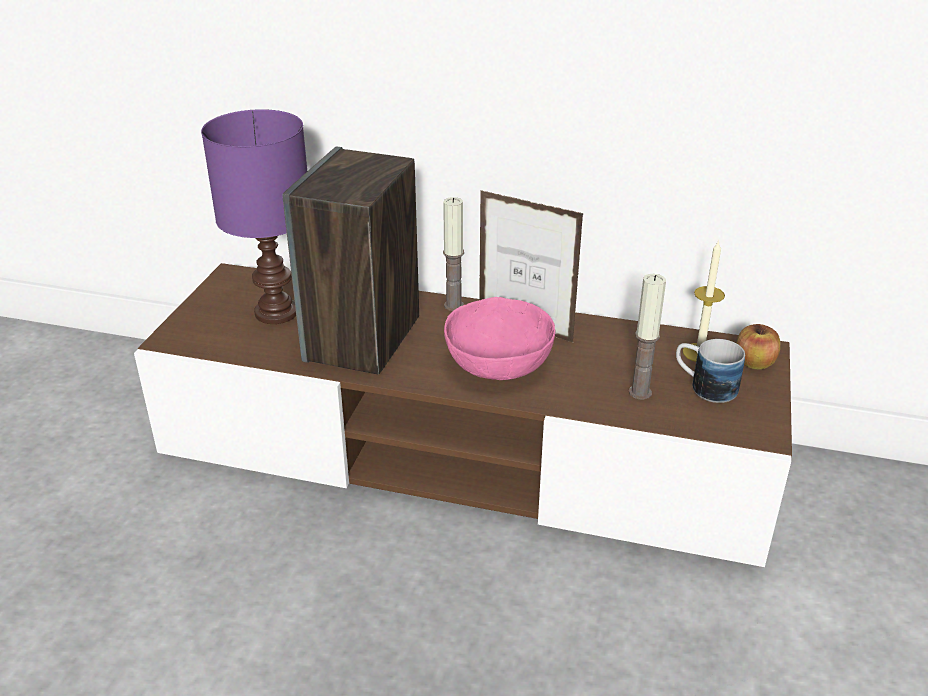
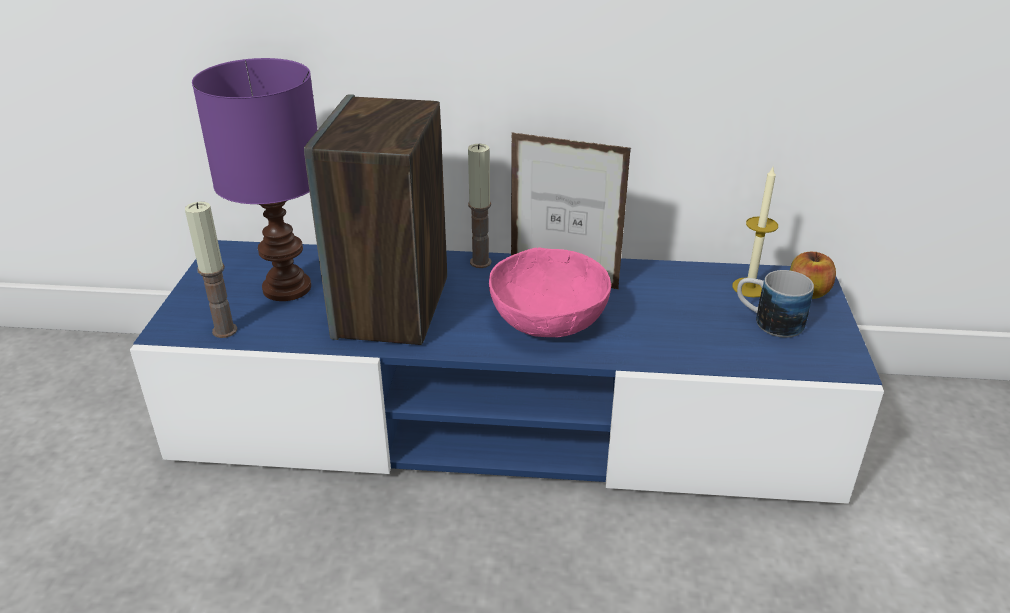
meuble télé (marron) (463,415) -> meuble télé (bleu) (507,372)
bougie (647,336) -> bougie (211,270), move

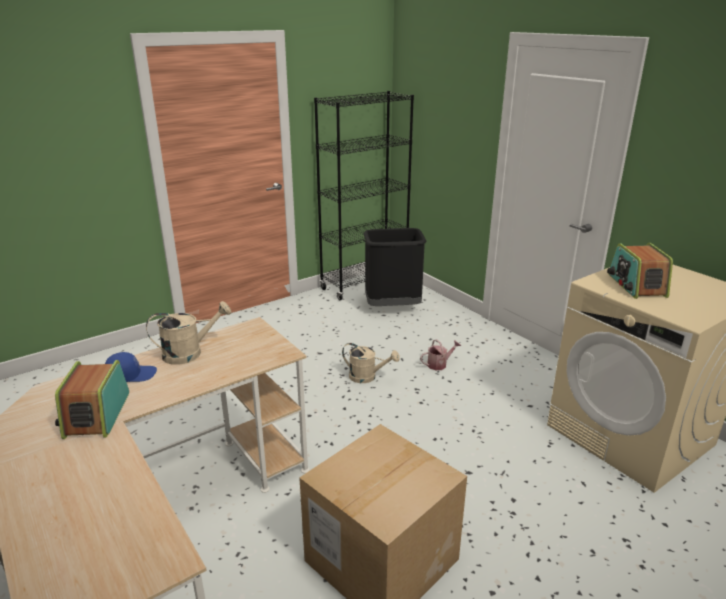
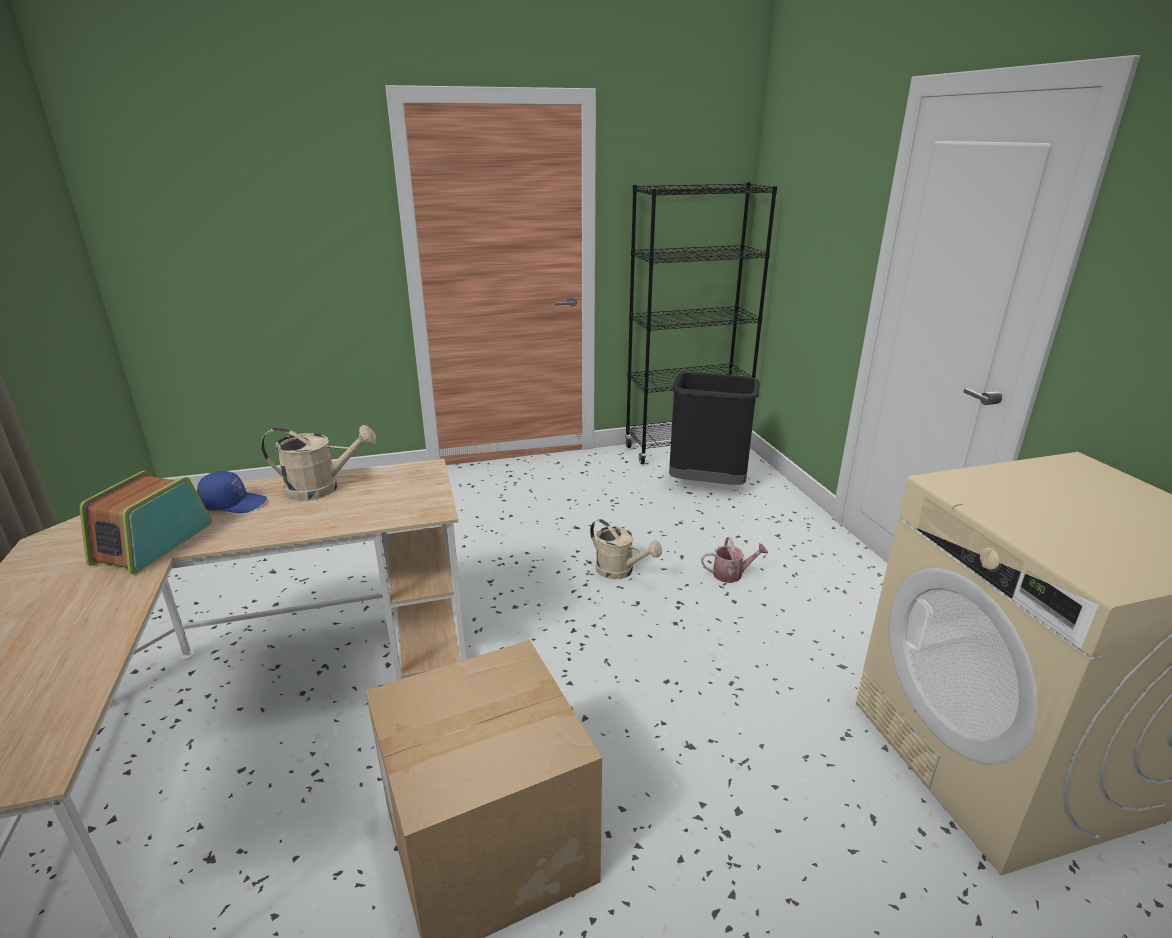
radio (640,271) -> none

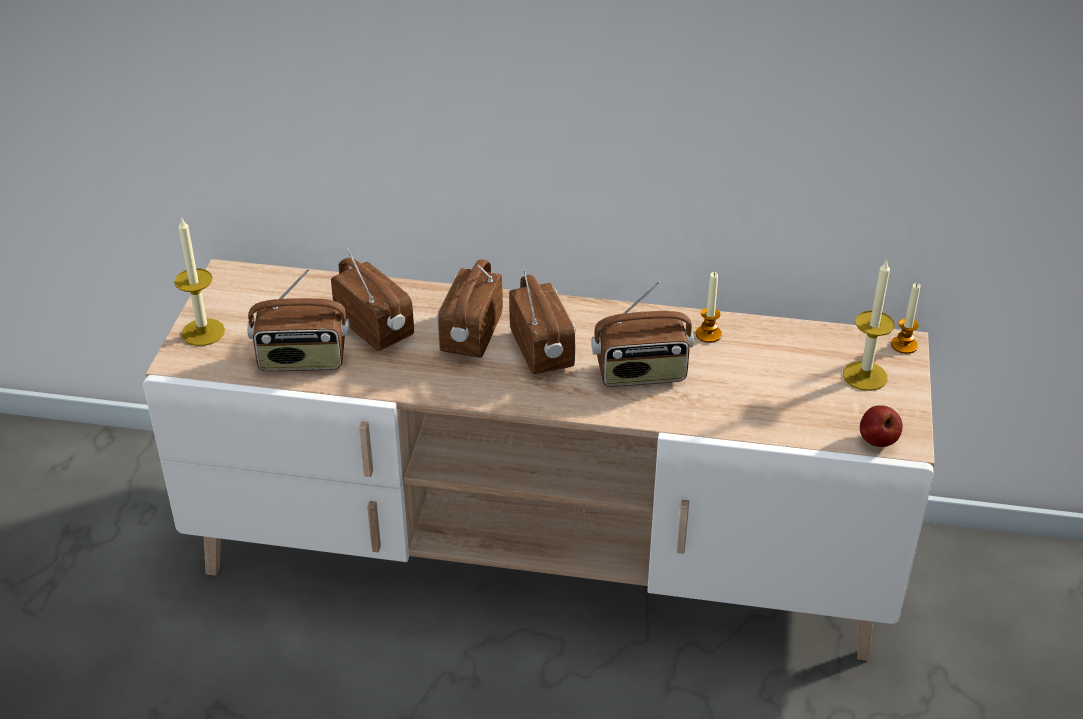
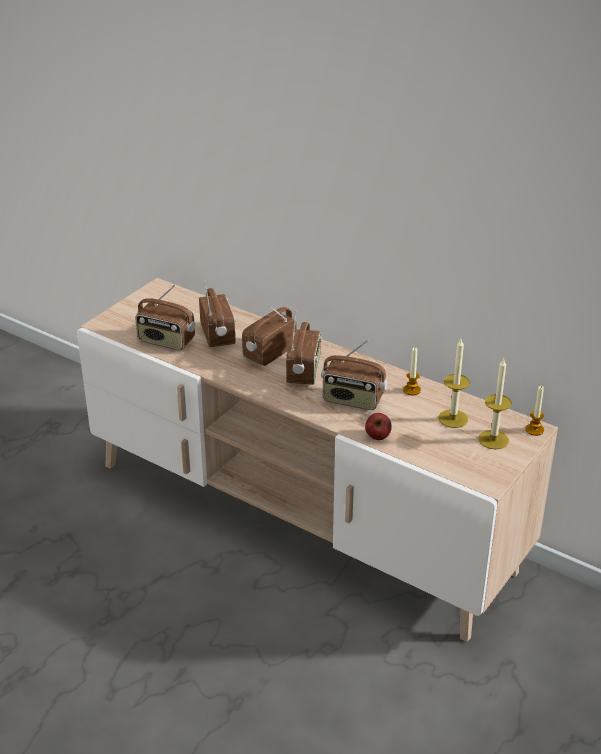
bougie (199,281) -> bougie (454,383), move
pomme (881,426) -> pomme (378,426), move

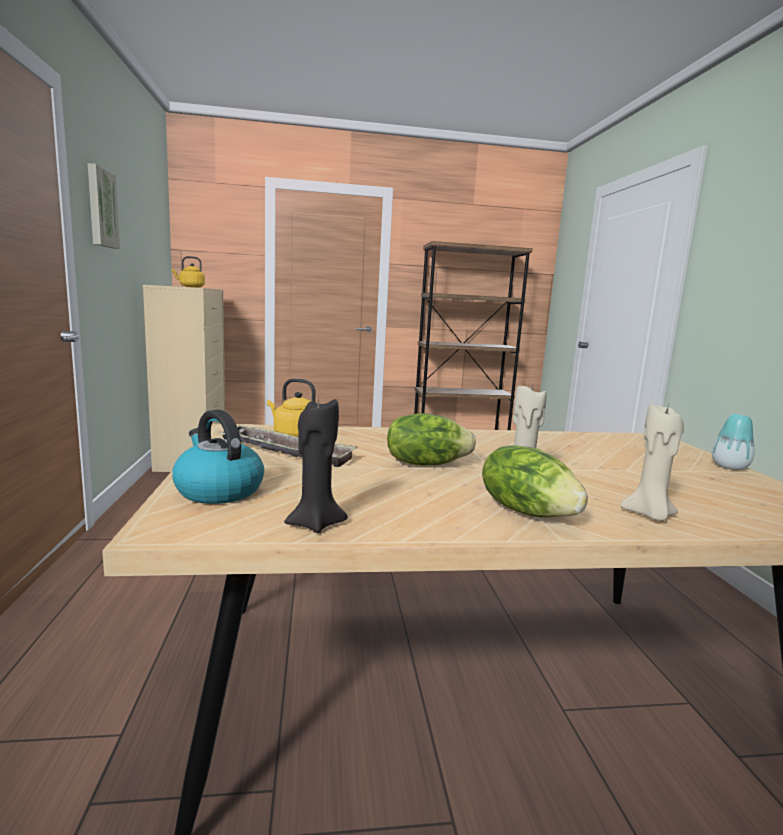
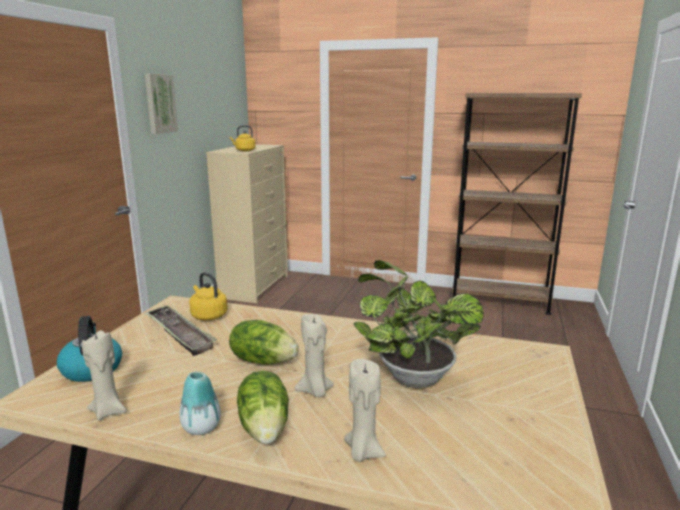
bougie (noir) (316,464) -> bougie (beige) (104,375)
vase (733,442) -> vase (200,403), move
none -> plante en pot (418,324)

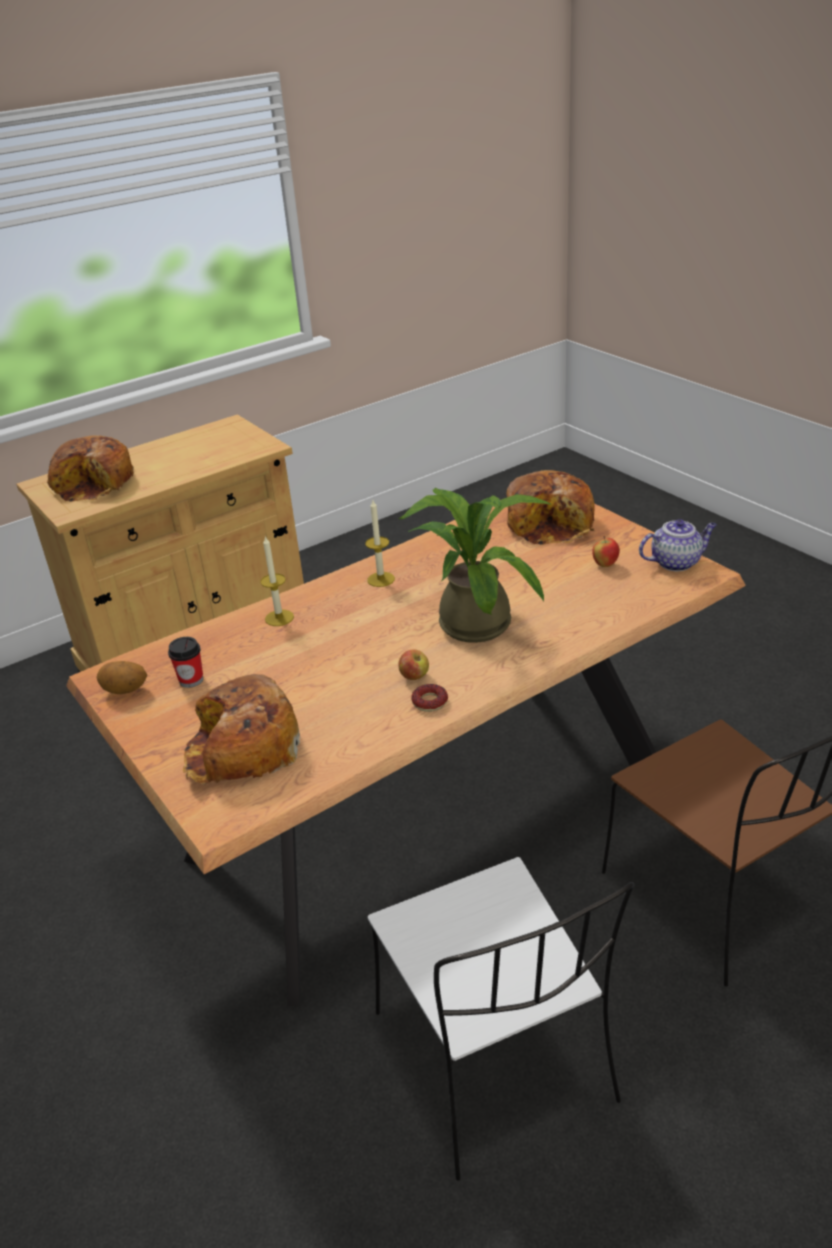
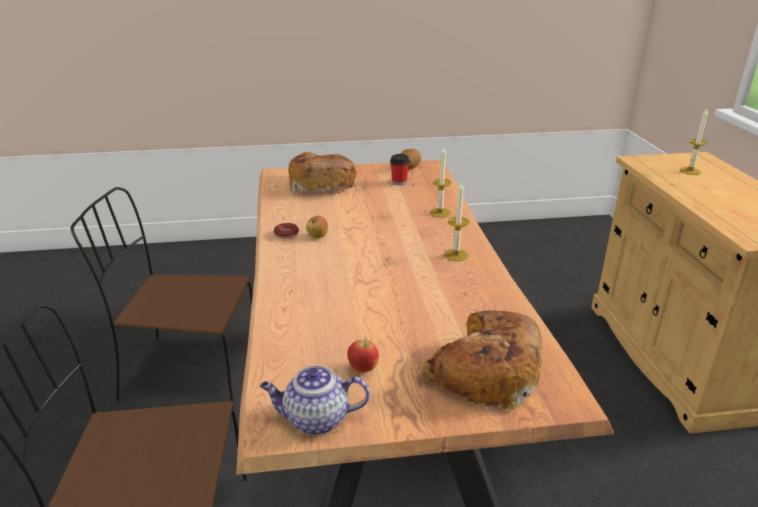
pain (90,468) -> bougie (694,142)
chaise (blanc) (501,1019) -> chaise (marron) (162,298)
plante en pot (475,565) -> none
théière (678,545) -> théière (315,400), 75 degrees clockwise

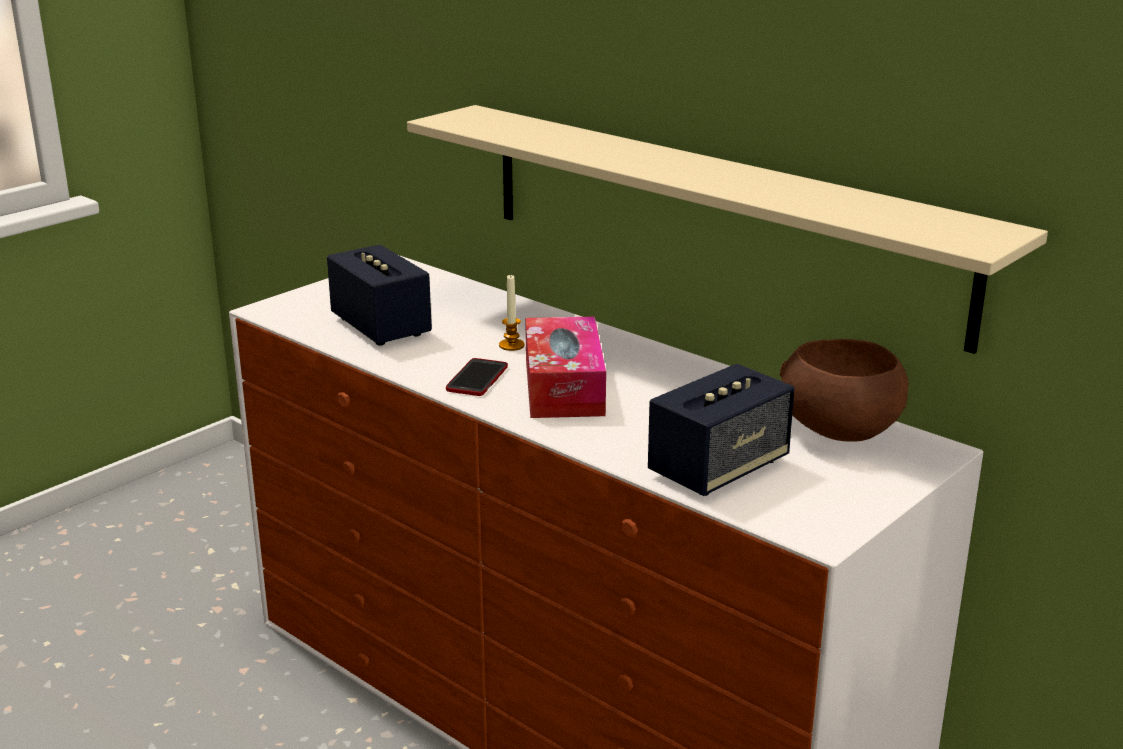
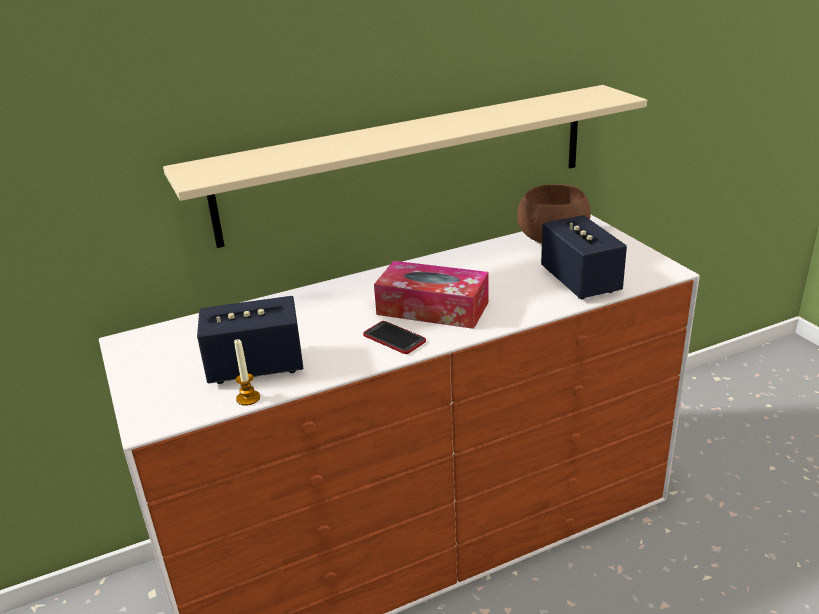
bougie (512,312) -> bougie (247,372), move

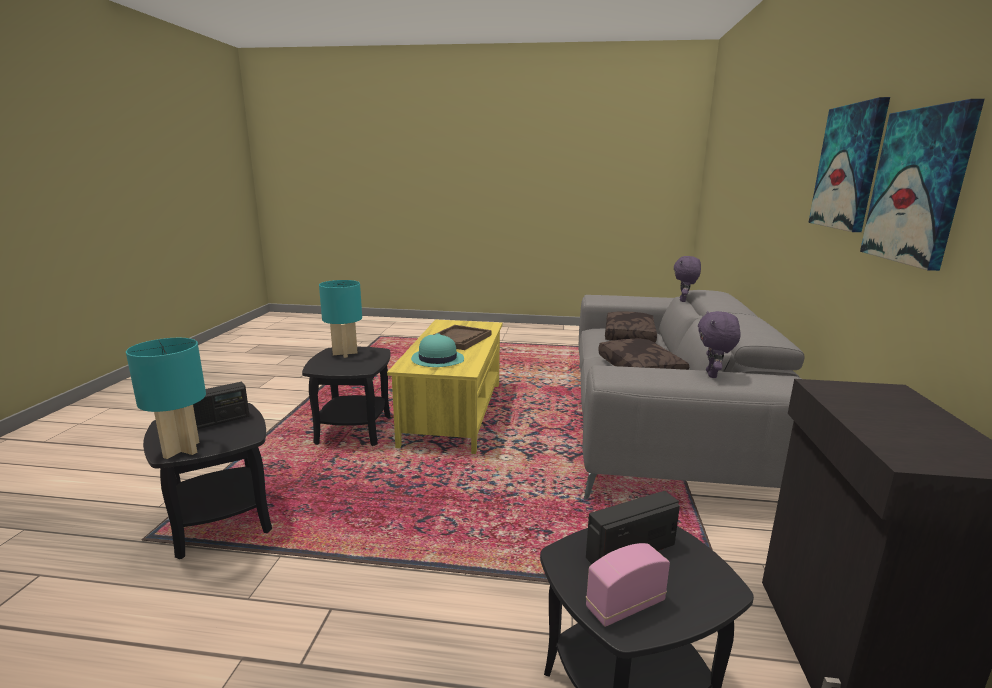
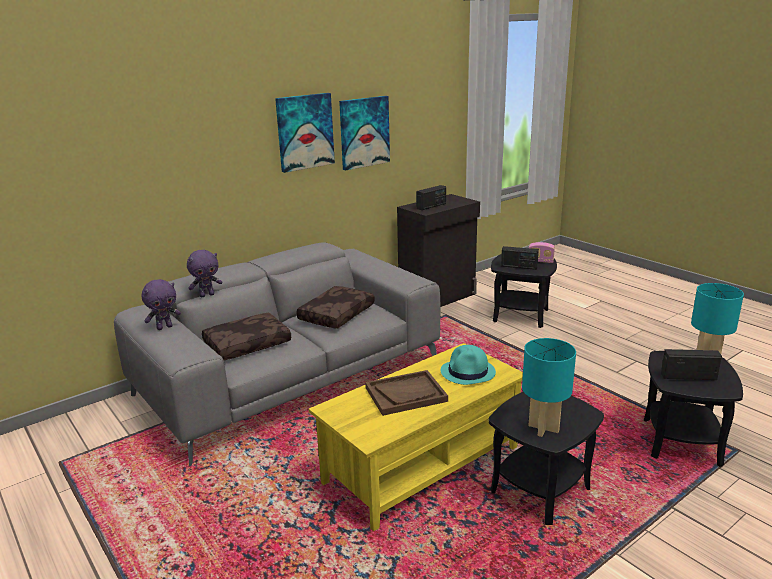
peluche (violet) (719,344) -> peluche (violet) (161,304), move
none -> radio (431,197)

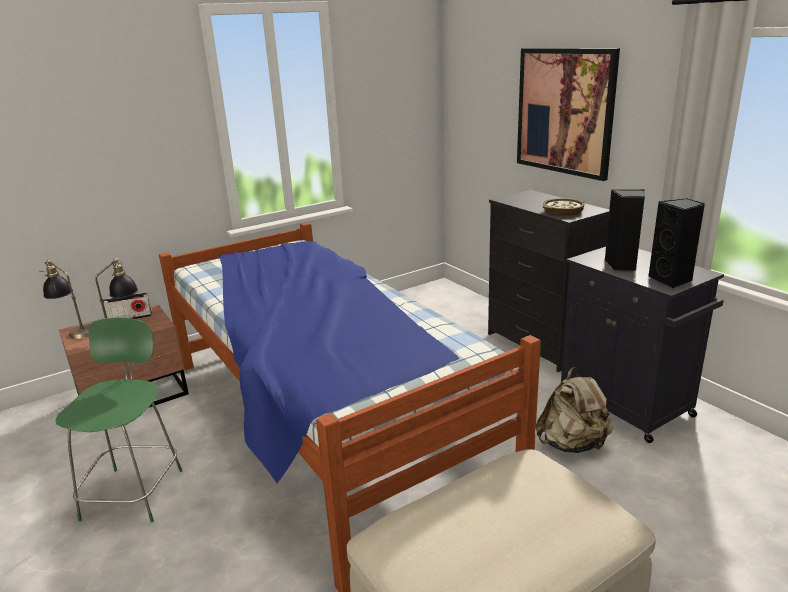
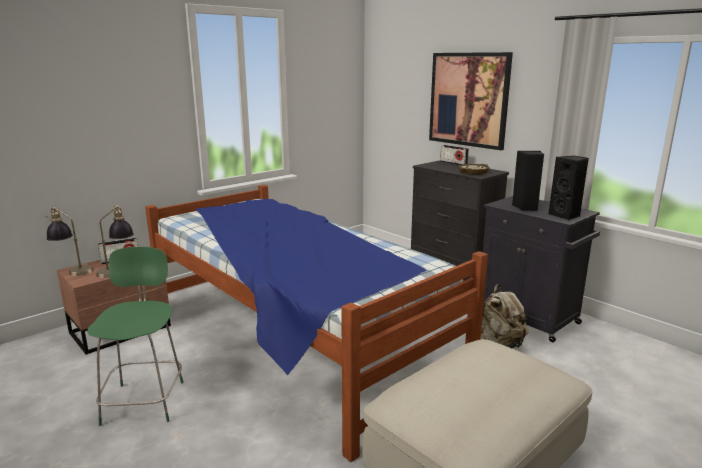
none -> radio (454,155)

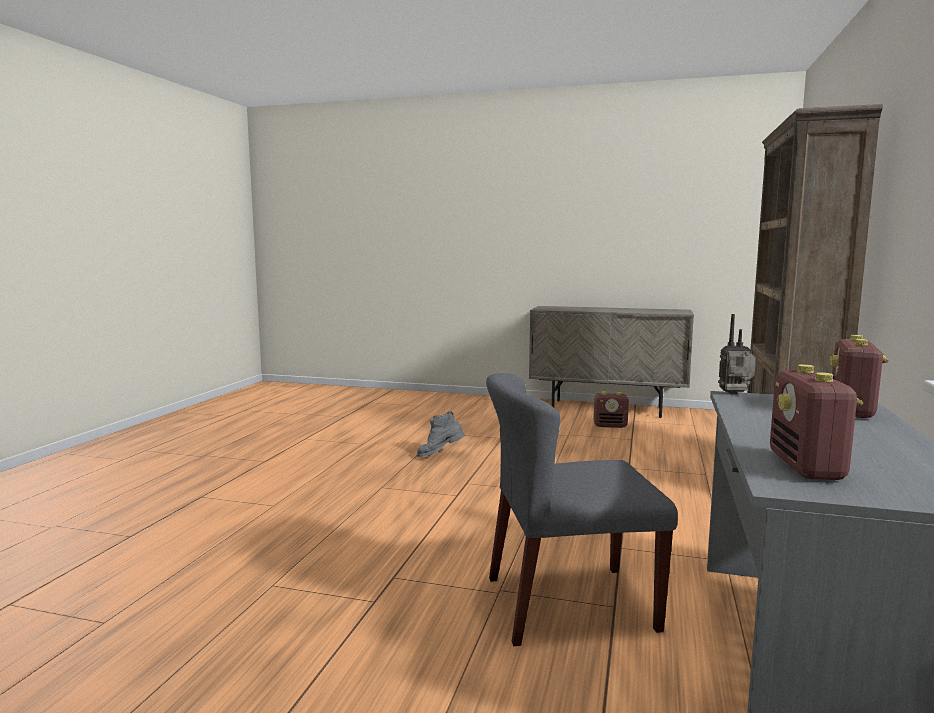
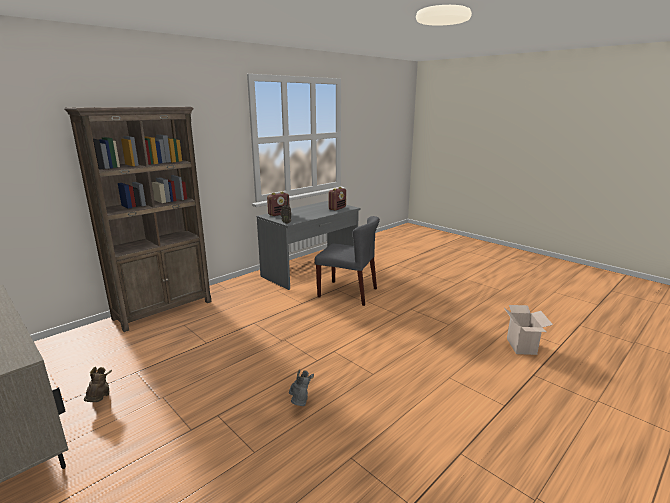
botte (gris) (440,434) -> botte (gris) (301,387), 105 degrees counterclockwise
radio (611,409) -> botte (marron) (98,384)
none -> carton (528,330)

